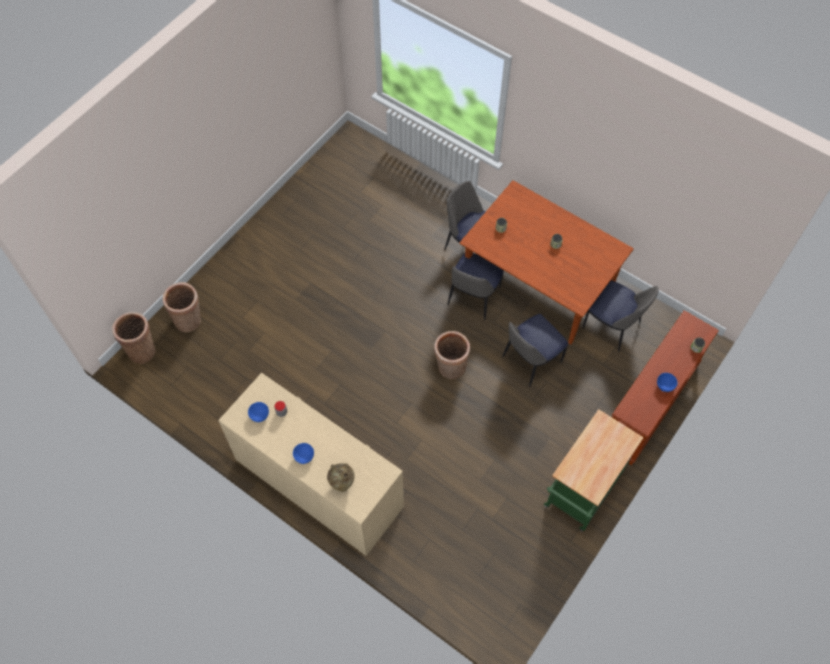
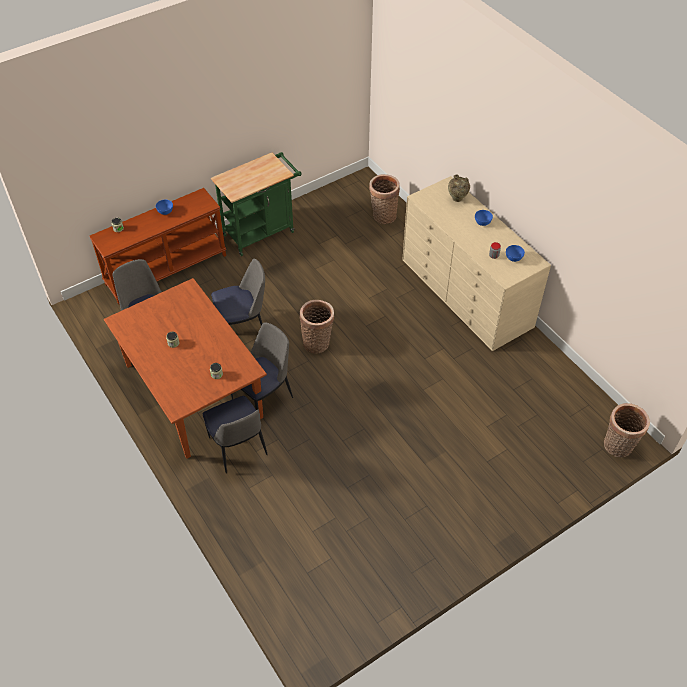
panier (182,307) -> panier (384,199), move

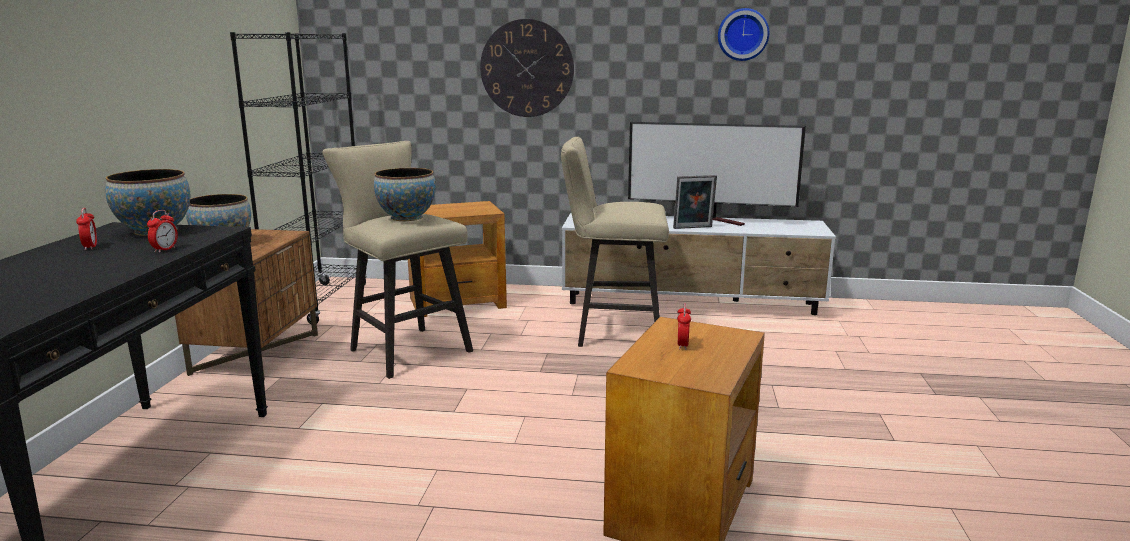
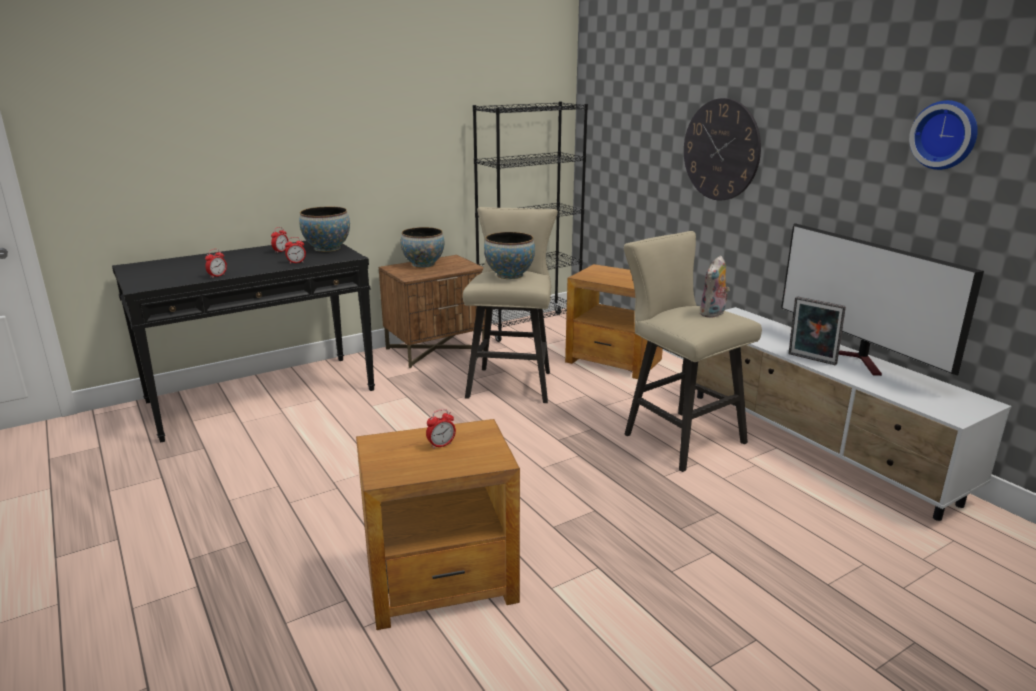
none -> réveil (216,263)
none -> peluche (715,287)

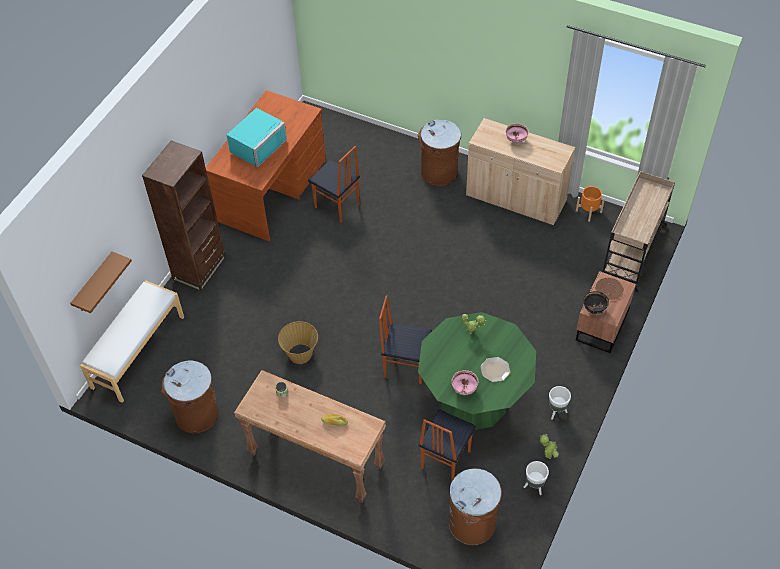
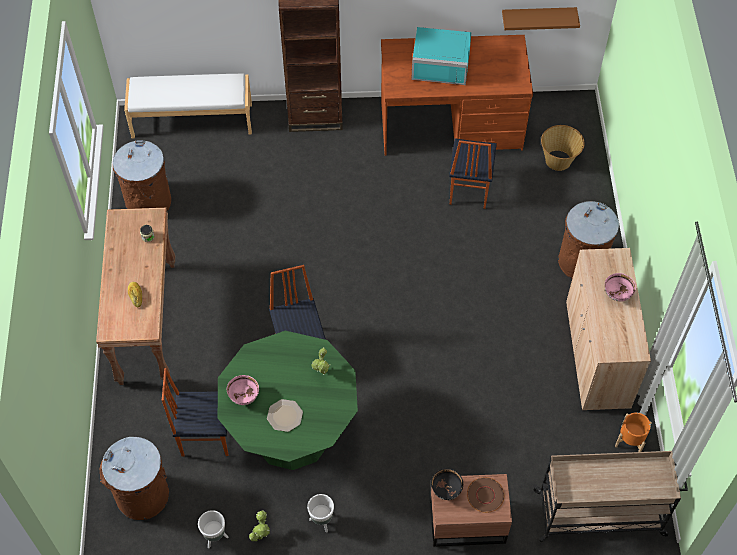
étagère (marron) (101,282) -> étagère (marron) (541,18), move
panier (298,342) -> panier (563,148), move

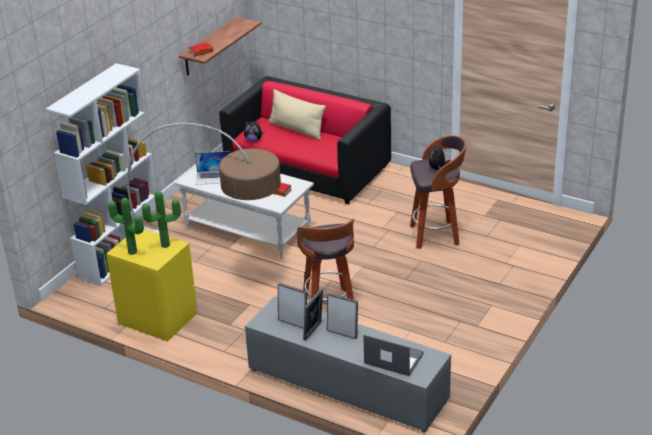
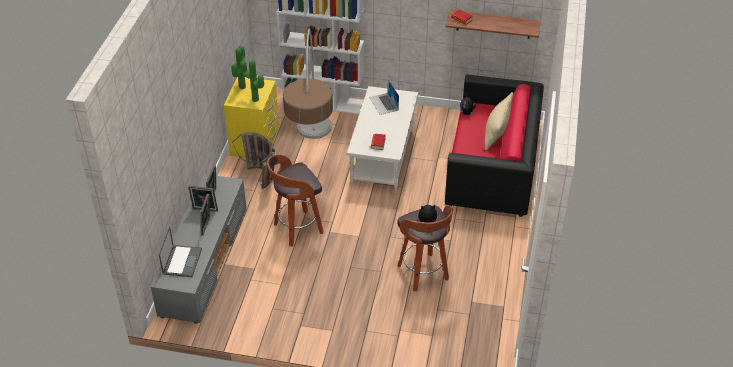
none -> panier (253,160)

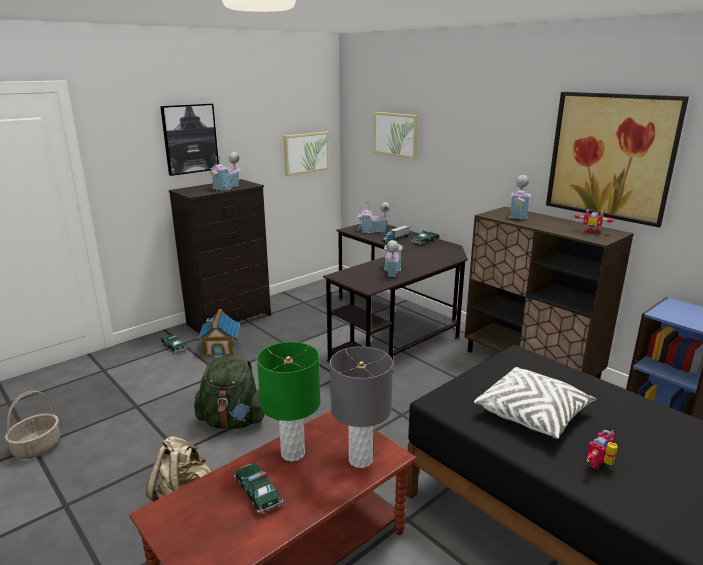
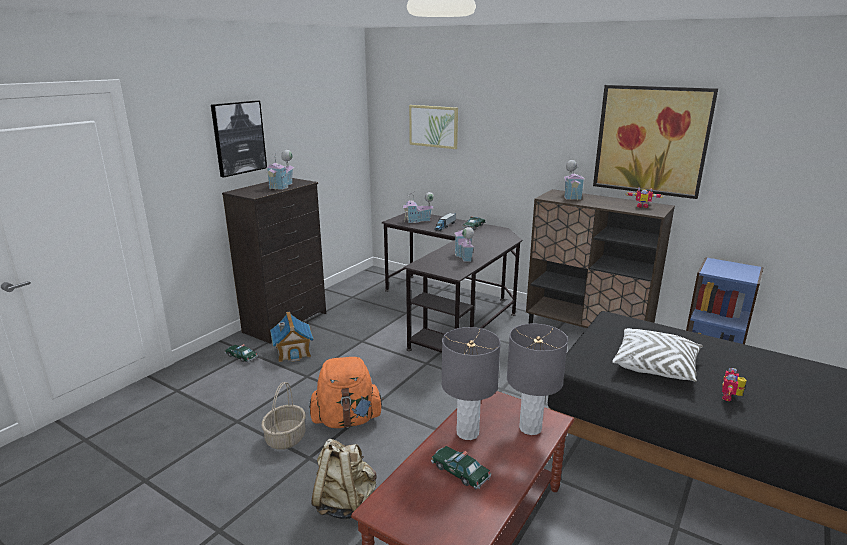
panier (32,425) -> panier (284,416), move
sac à dos (vert) (229,393) -> sac à dos (orange) (346,392)
lampe de table (vert) (288,402) -> lampe de table (gris) (471,383)
tableau (306,153) -> none

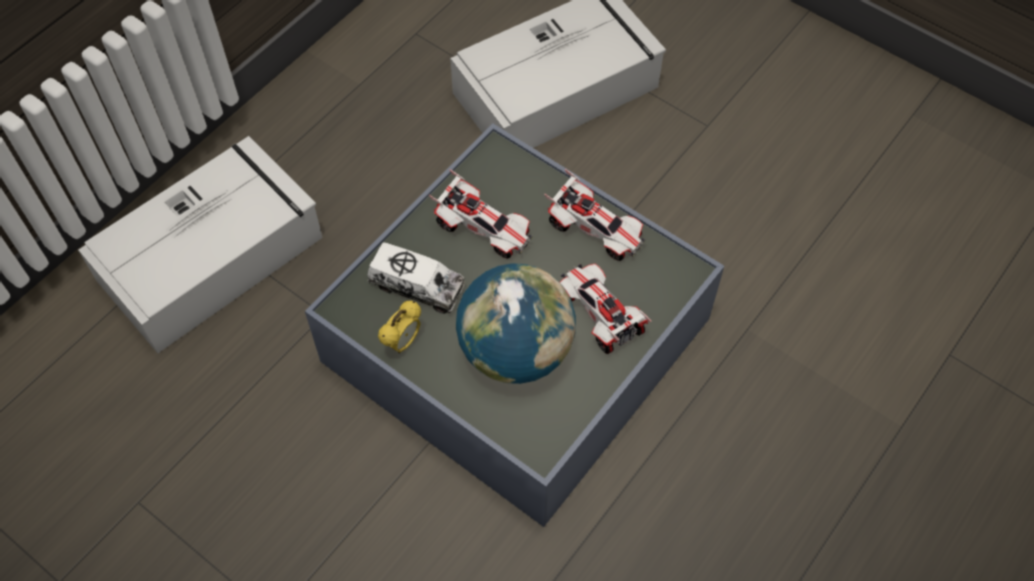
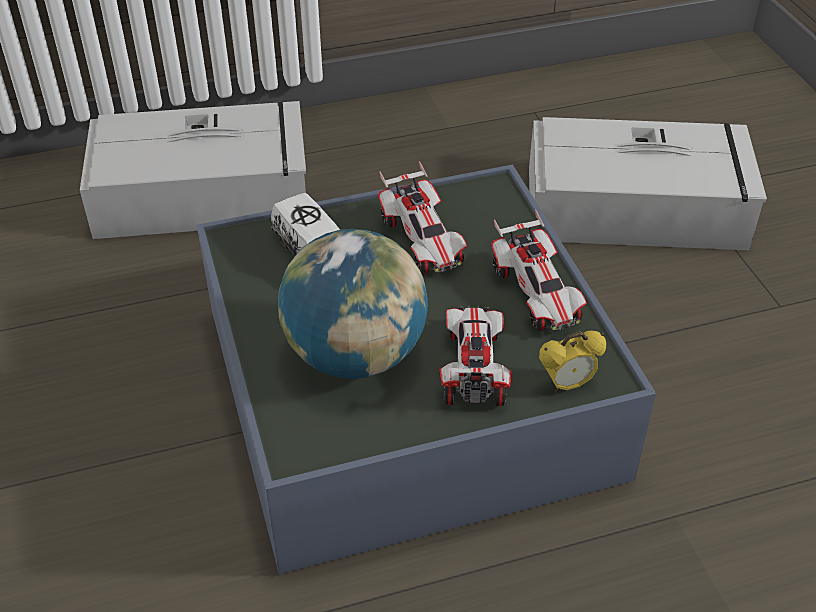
réveil (399,327) -> réveil (572,362), move

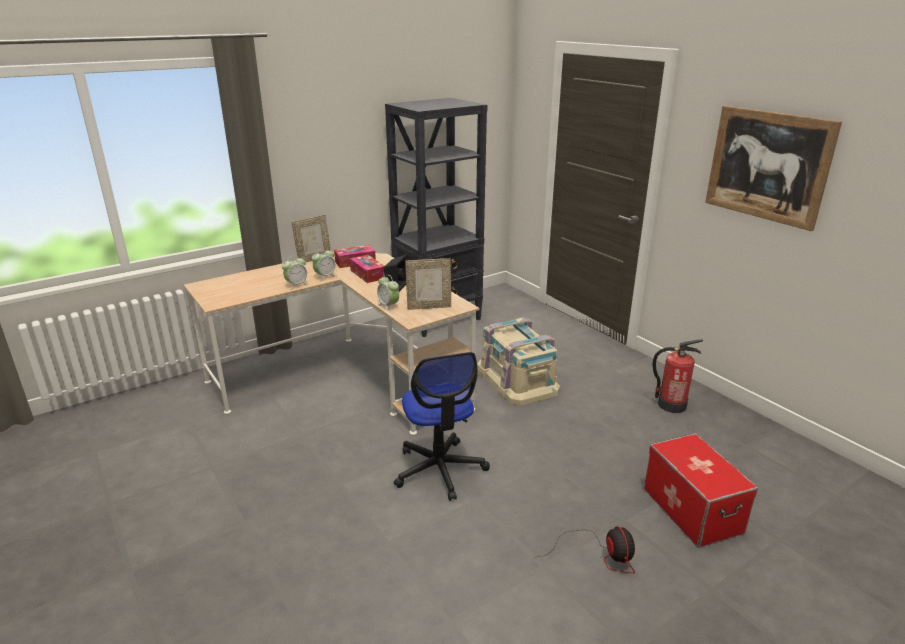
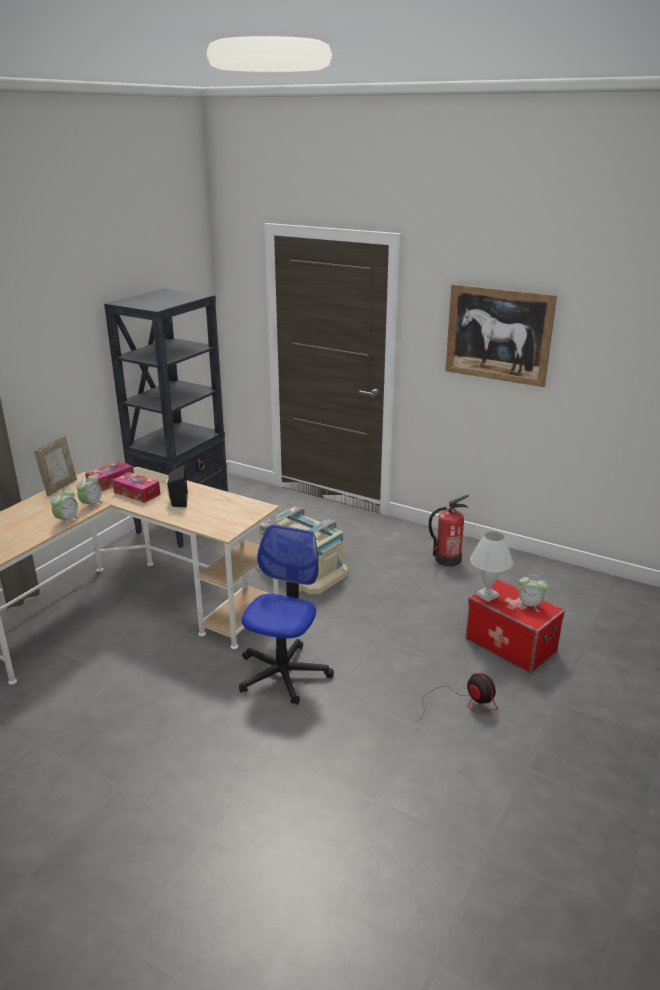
réveil (388,293) -> réveil (532,593), move
chaise de bureau (442,426) -> chaise de bureau (286,614), 120 degrees counterclockwise
cadre photo (428,284) -> none
none -> lampe de table (blanc) (491,566)

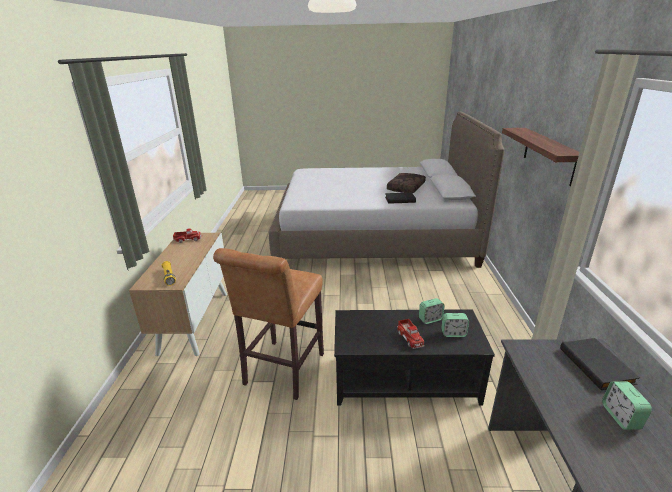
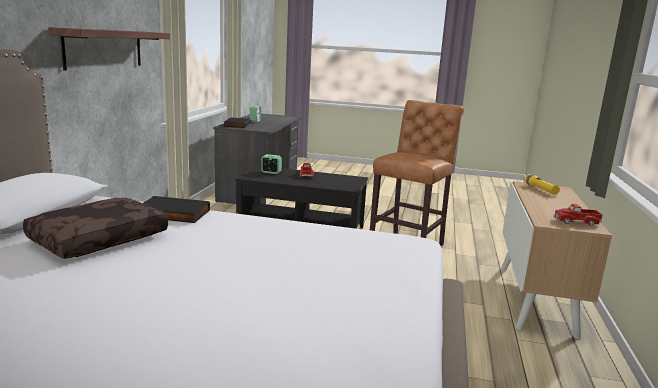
réveil (432,311) -> none

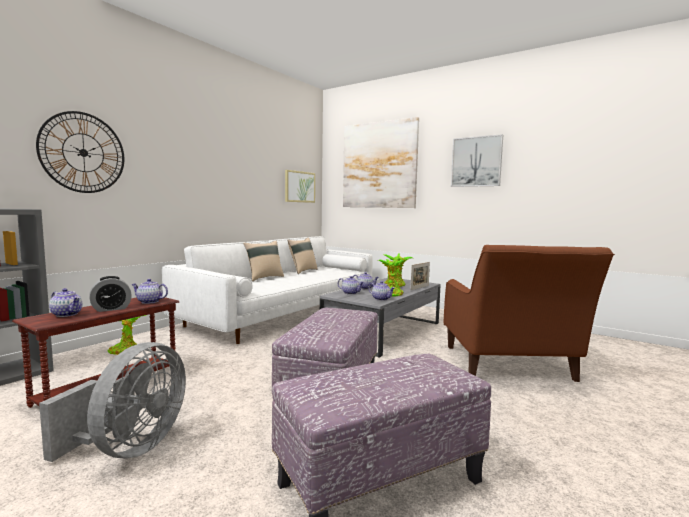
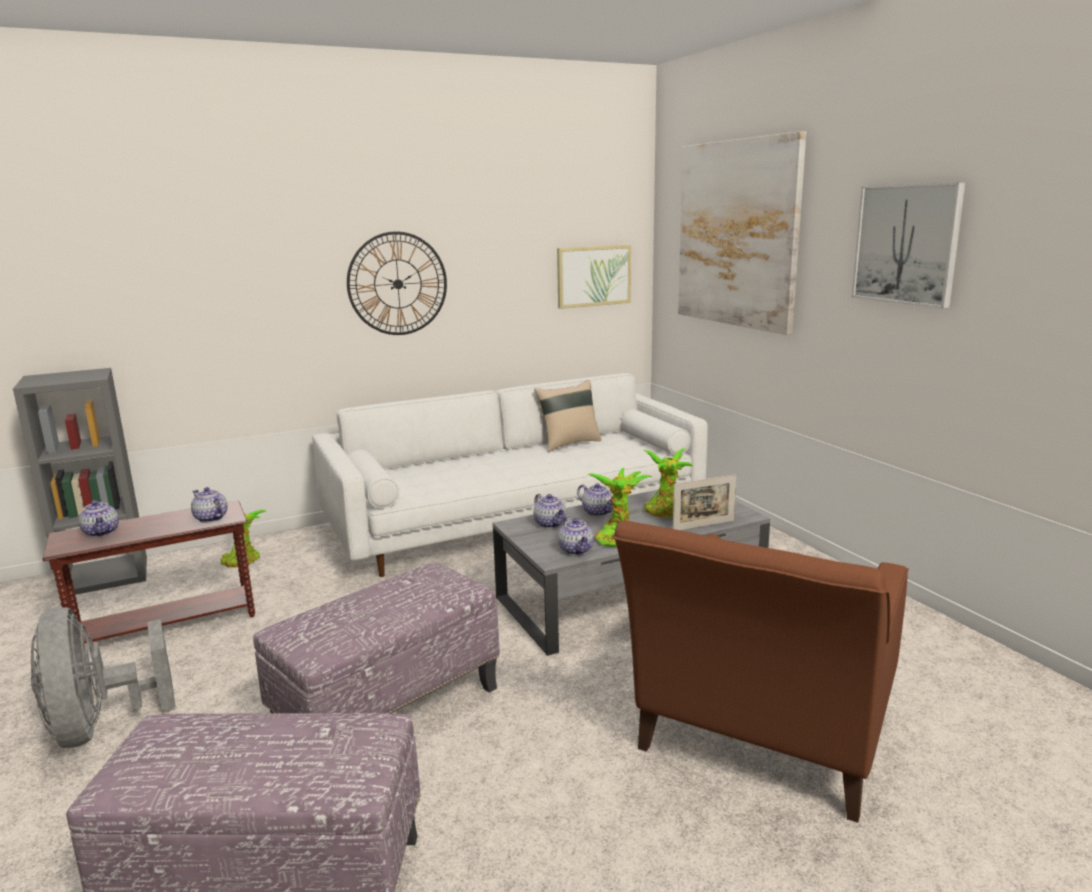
horloge murale (80,152) -> horloge murale (397,283), move
ventilateur (gris) (112,402) -> ventilateur (gris) (103,677), 105 degrees clockwise
réveil (110,294) -> none
coussin (beige) (263,261) -> none

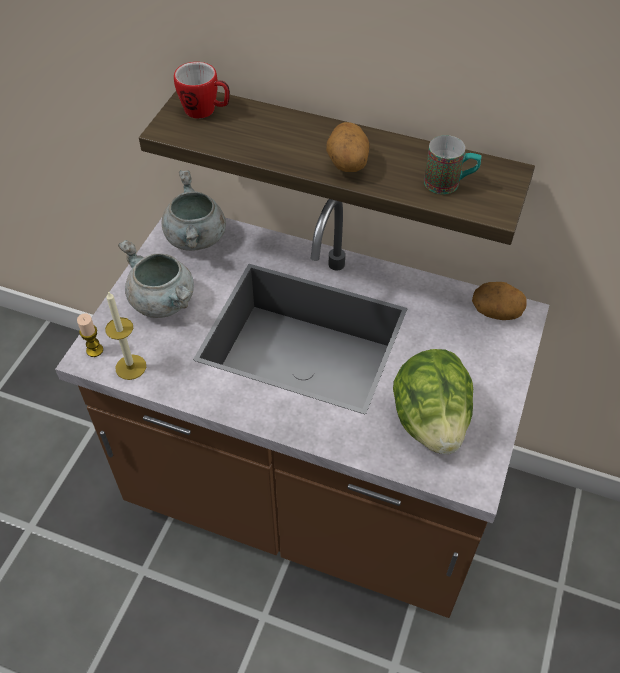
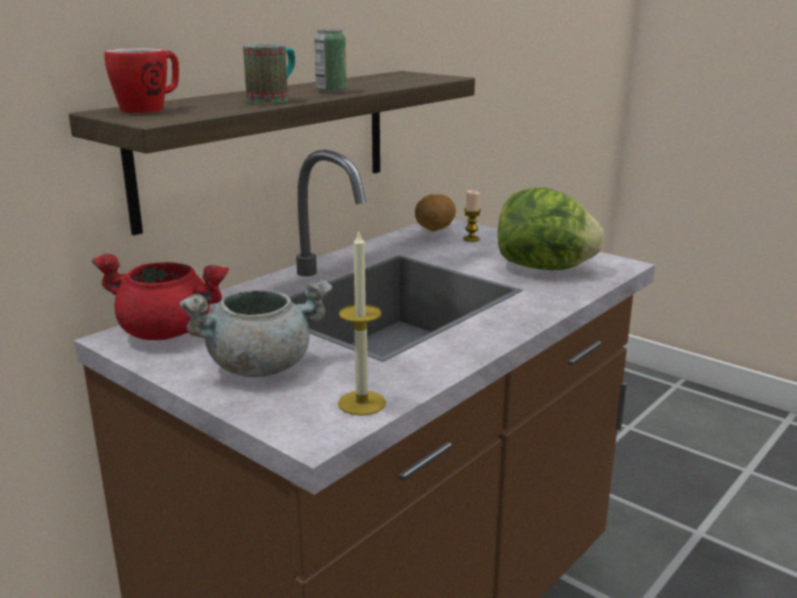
bougie (90,335) -> bougie (472,216), move
marmite (gris) (194,210) -> marmite (rouge) (160,296)
pomme de terre (347,147) -> boîte métallique (330,60)
mug (453,164) -> mug (269,73), move

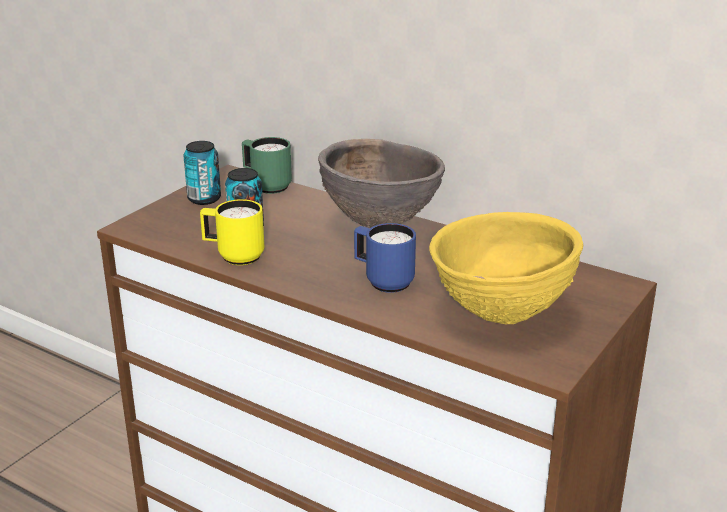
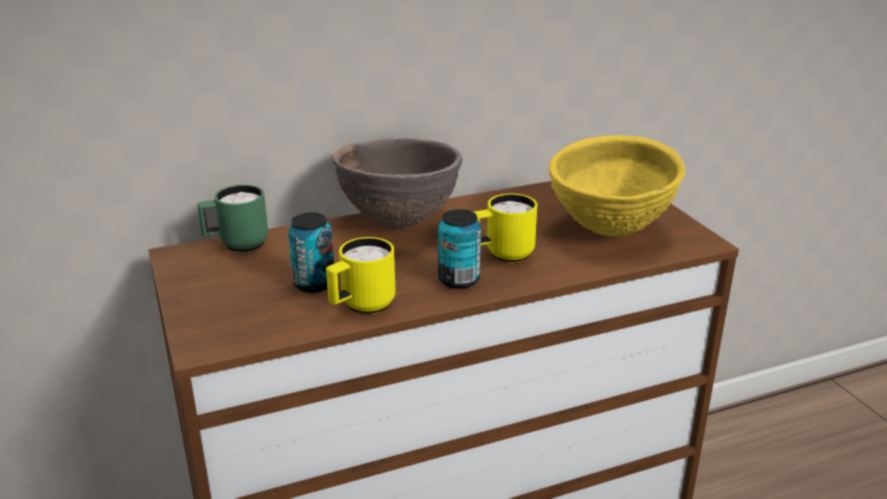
boîte métallique (202,173) -> boîte métallique (459,249), move
mug (bleu) (385,258) -> mug (jaune) (506,228)

